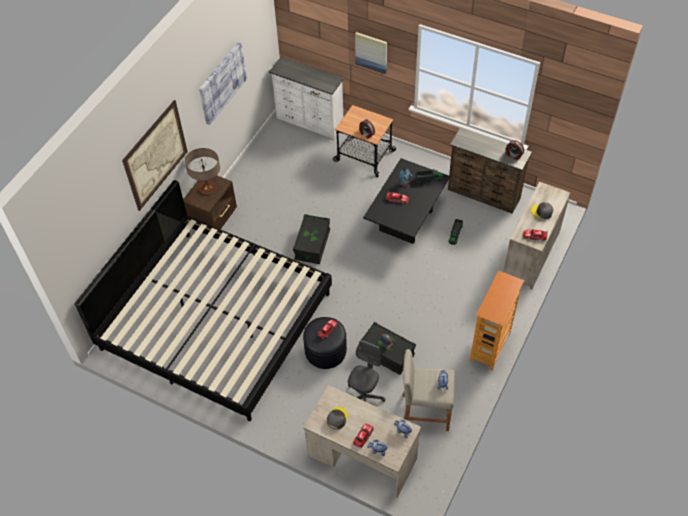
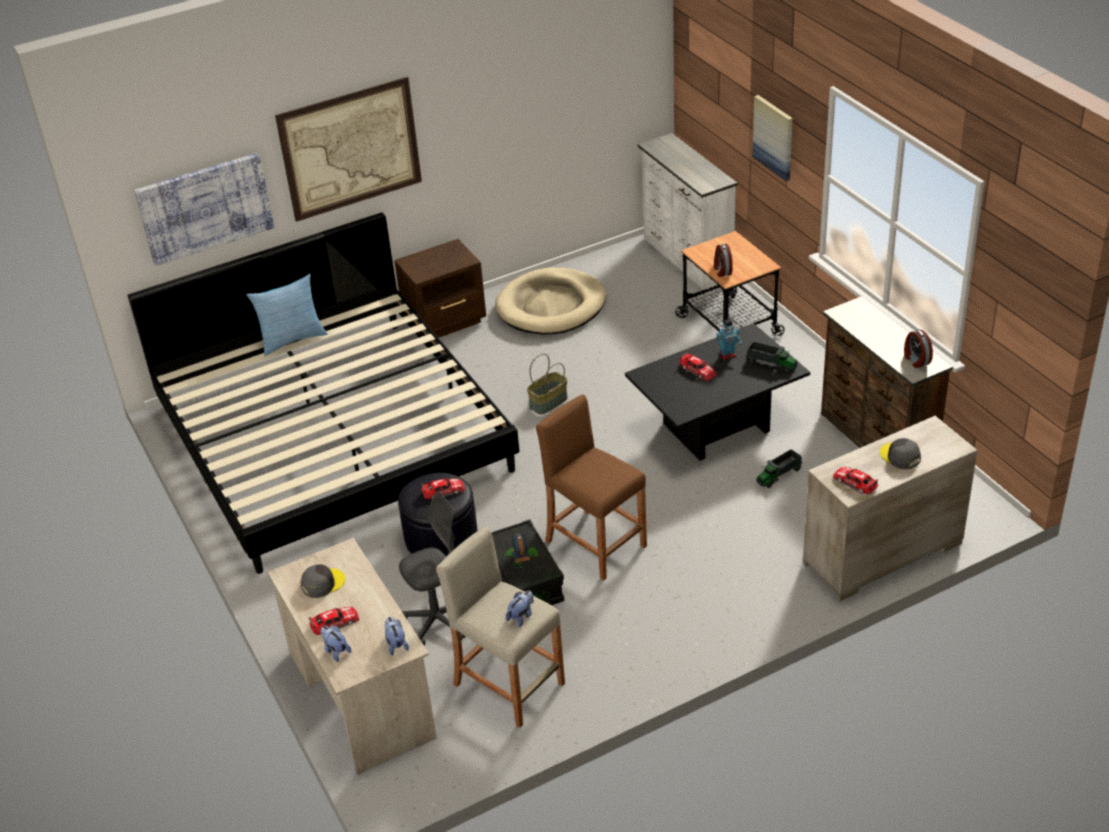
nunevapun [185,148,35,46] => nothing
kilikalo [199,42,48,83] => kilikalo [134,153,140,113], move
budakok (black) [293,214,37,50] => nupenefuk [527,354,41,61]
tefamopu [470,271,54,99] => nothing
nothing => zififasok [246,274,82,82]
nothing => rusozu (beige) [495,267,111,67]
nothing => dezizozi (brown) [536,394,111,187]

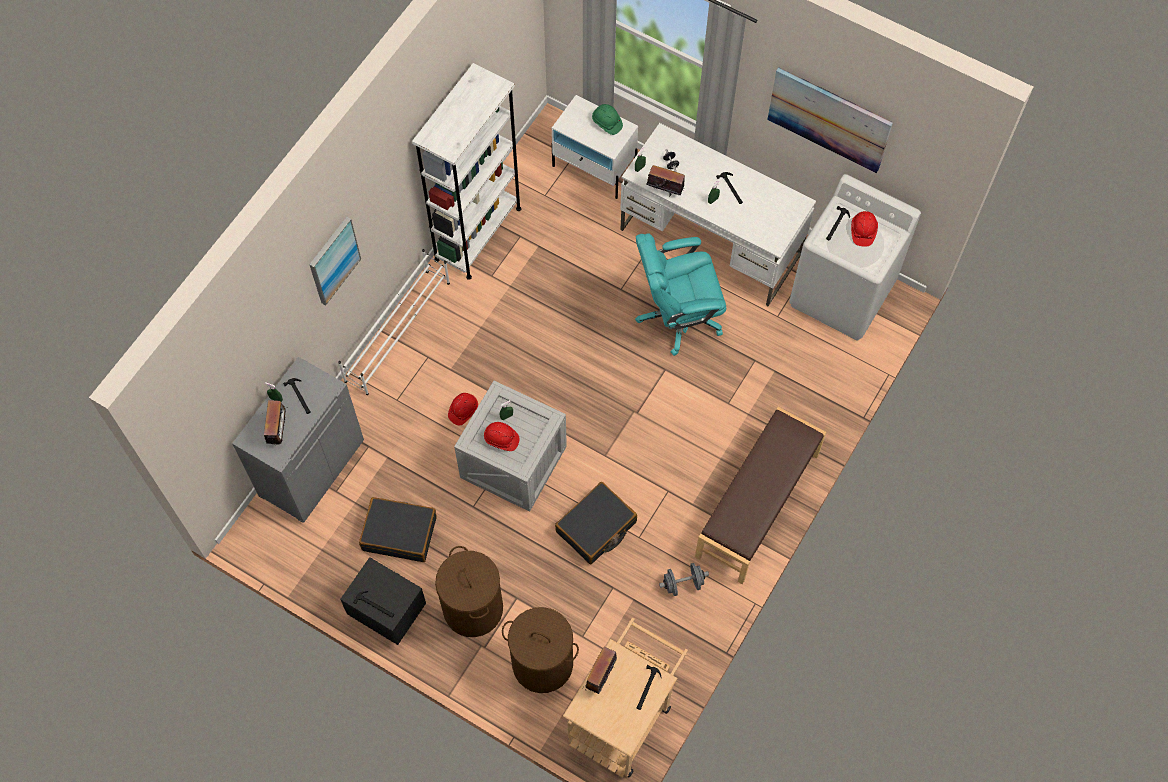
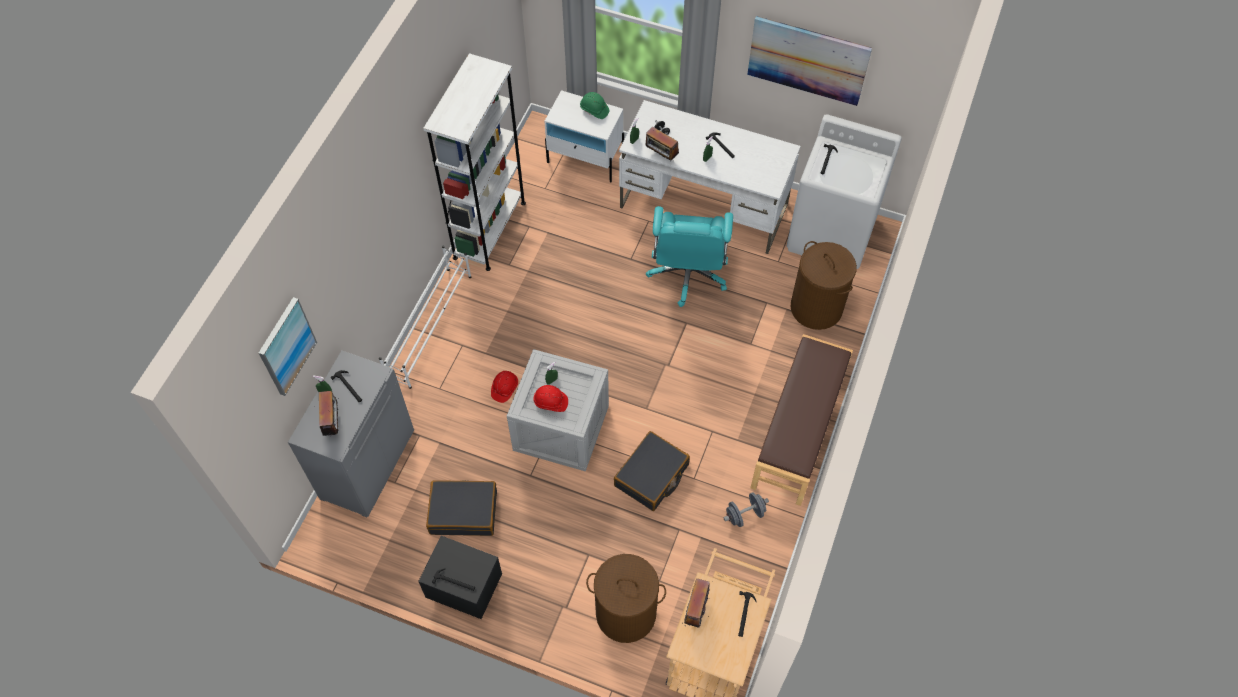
kilikalo [309,217,52,88] => kilikalo [259,297,58,99], move
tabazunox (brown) [435,546,68,91] => tabazunox (brown) [791,241,66,89], move
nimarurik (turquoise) [635,233,91,123] => nimarurik (turquoise) [646,206,87,101], 60 degrees counterclockwise
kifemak [646,165,39,31] => kifemak [645,127,34,35], 150 degrees counterclockwise
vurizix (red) [851,211,27,35] => nothing

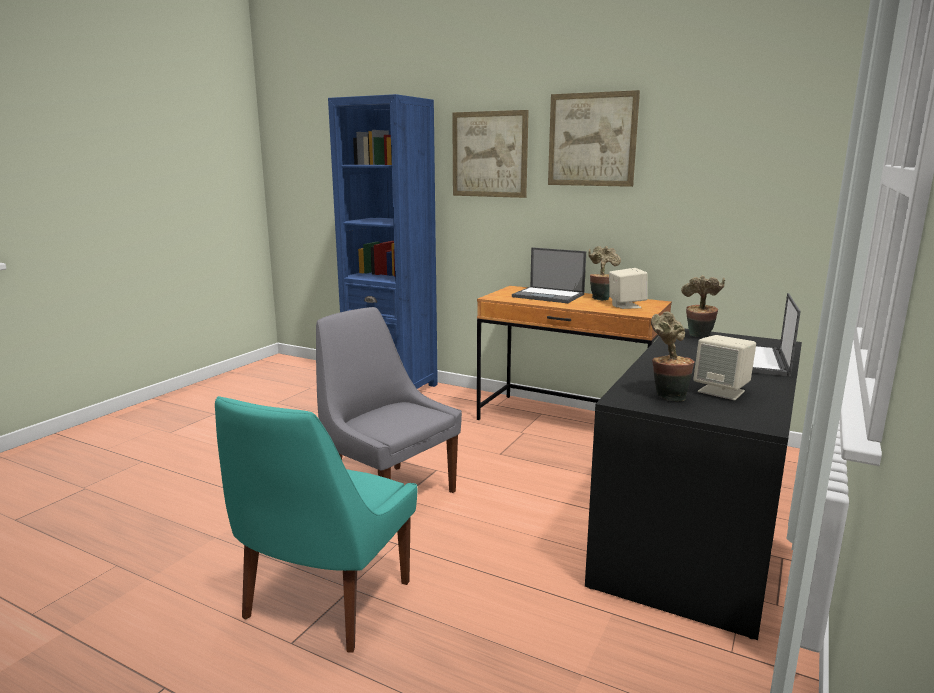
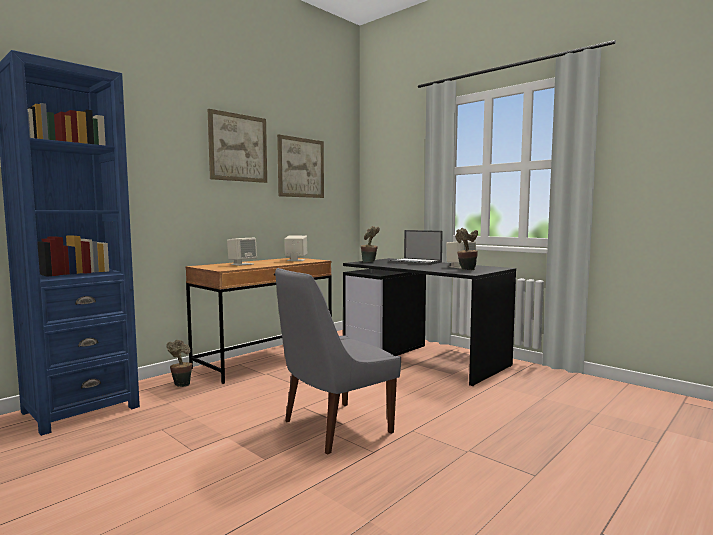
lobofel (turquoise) [215,396,202,257] => nothing
kilikalo [452,110,77,88] => kilikalo [277,134,47,64], move
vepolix [512,247,74,56] => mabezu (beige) [227,238,30,28]
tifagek [588,246,33,55] => tifagek [166,340,26,47], move

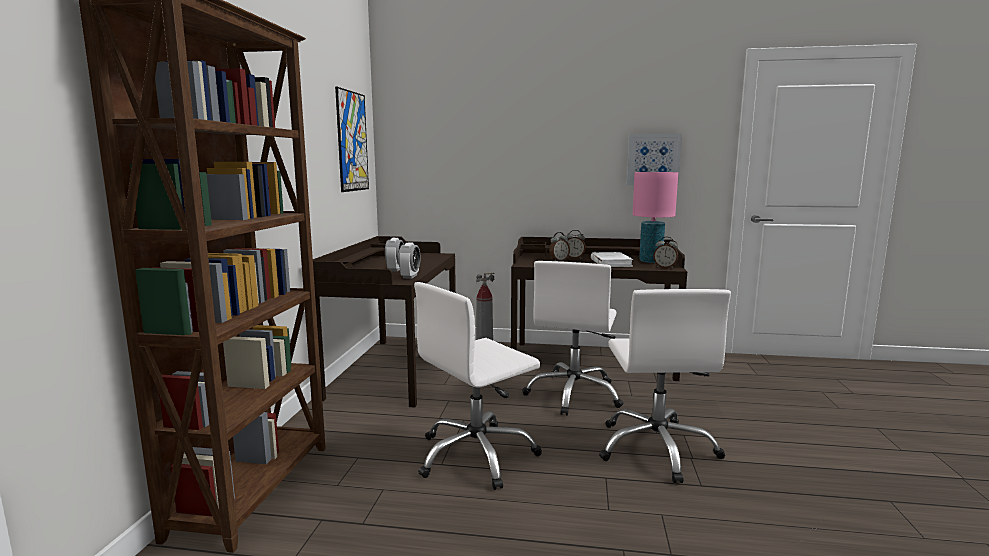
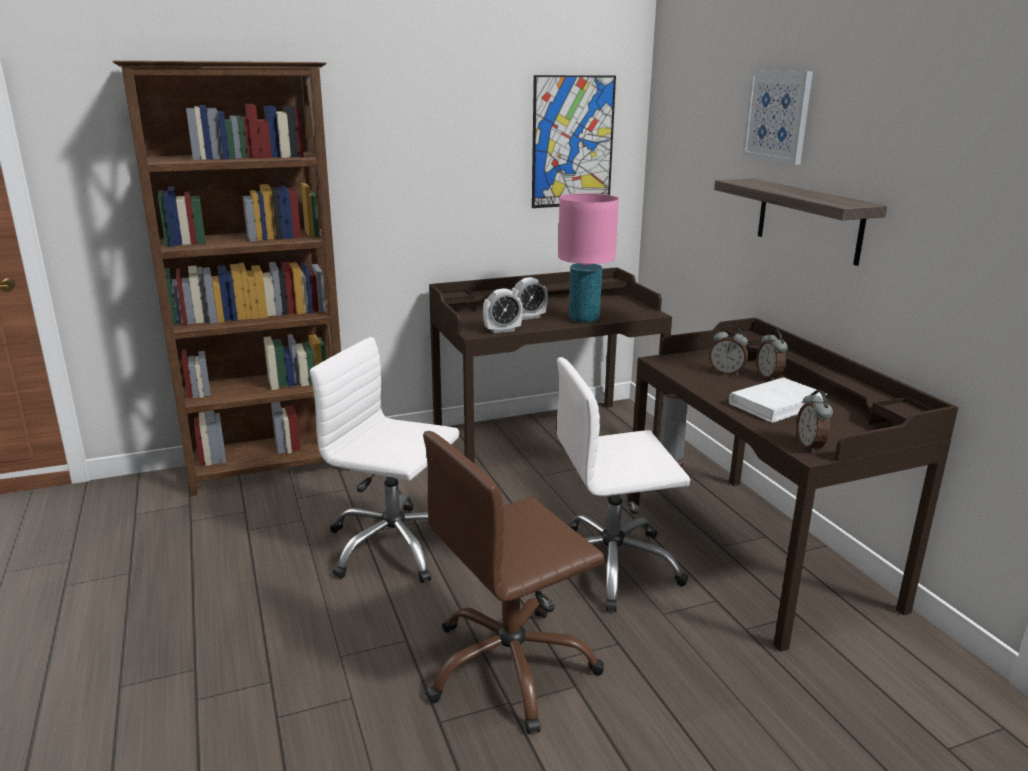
nimarurik (white) [599,289,132,194] => nimarurik (brown) [423,431,182,303]
kilikalo [627,134,55,52] => kilikalo [742,70,71,95], move
nunevapun (pink) [633,172,45,91] => nunevapun (pink) [558,193,61,130], move
nothing => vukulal [714,178,173,88]

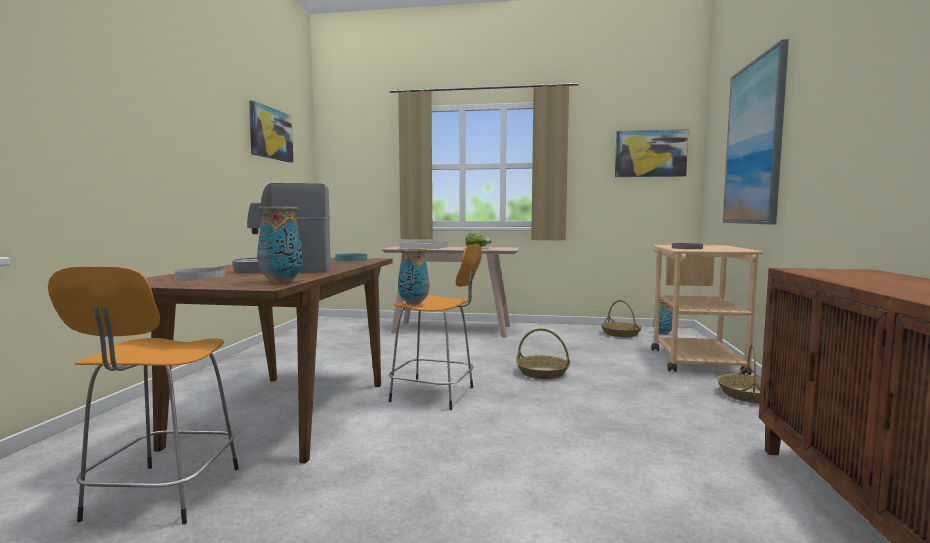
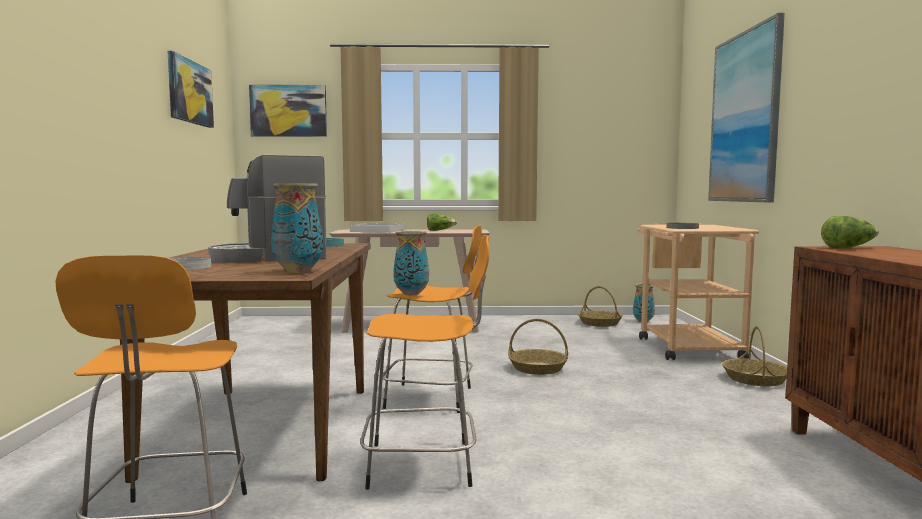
kilikalo [615,129,73,48] => kilikalo [249,85,78,52], move
nothing => dezizozi (orange) [360,235,130,255]
nothing => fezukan [821,216,58,32]

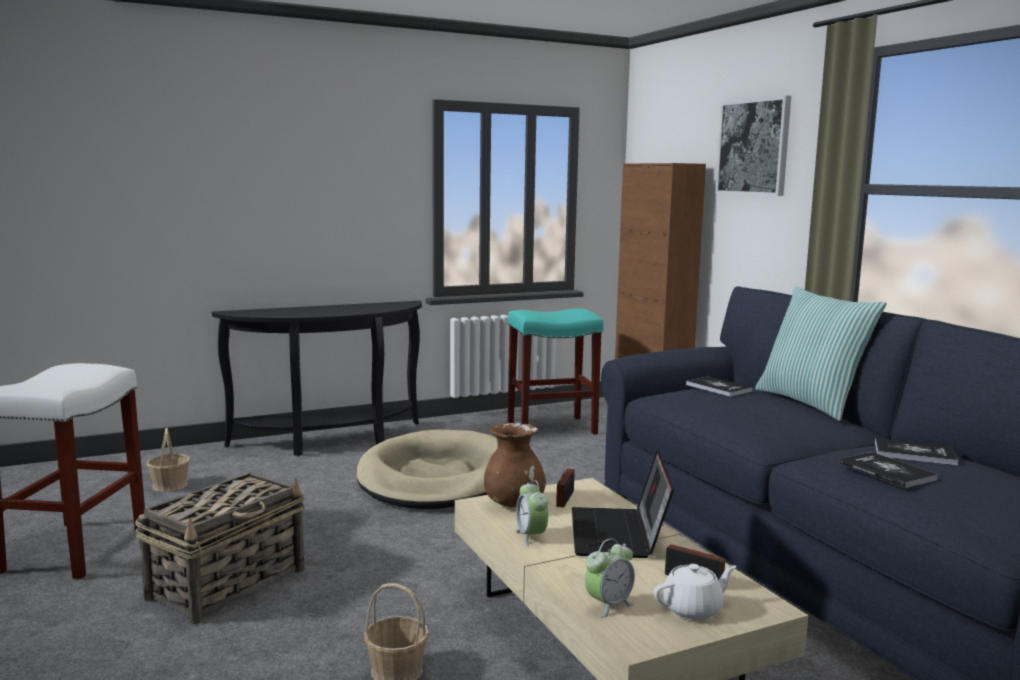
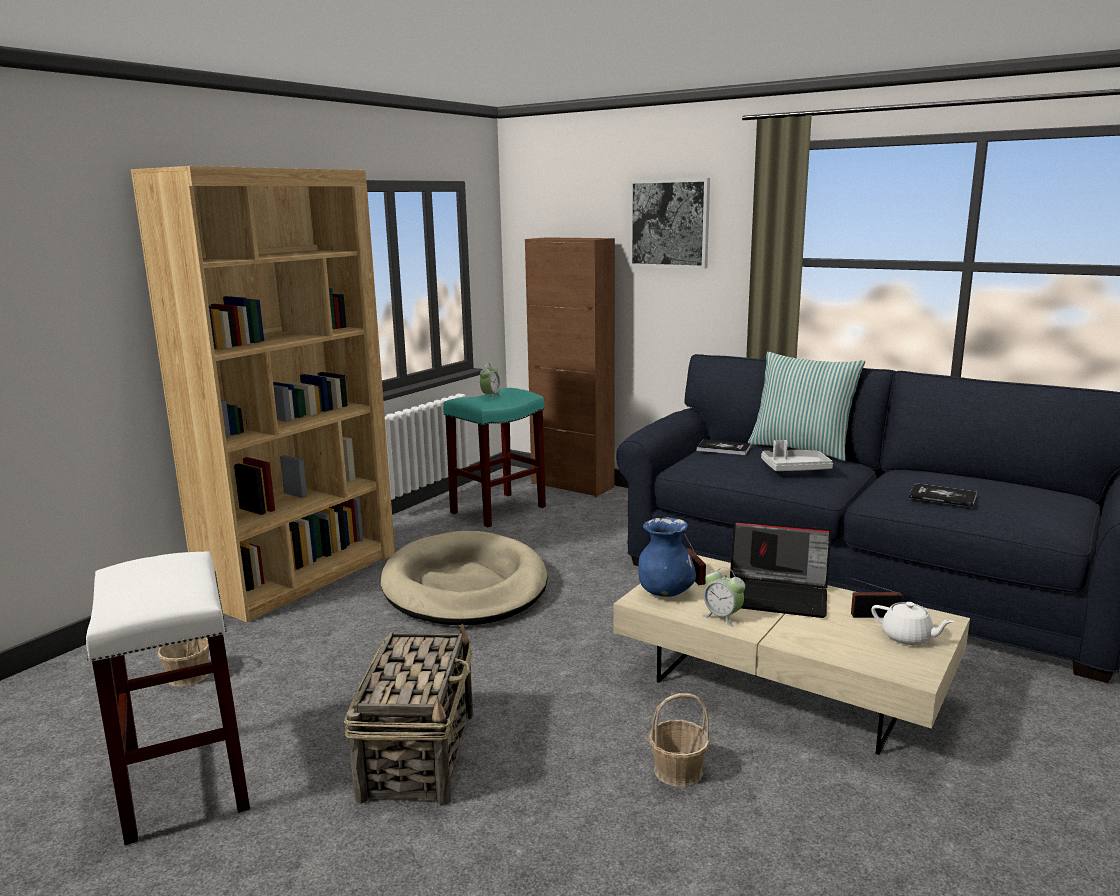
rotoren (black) [212,301,210,155] => tefamopu (brown) [131,166,264,457]
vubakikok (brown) [484,422,62,85] => vubakikok (blue) [638,517,58,80]
vepolix [572,450,102,108] => vepolix [730,521,101,97], 45 degrees counterclockwise
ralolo [585,538,50,80] => ralolo [480,363,21,36], move
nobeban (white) [654,564,82,56] => nobeban (white) [871,602,83,43], 90 degrees clockwise
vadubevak [875,438,84,28] => nothing
nothing => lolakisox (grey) [761,440,72,31]

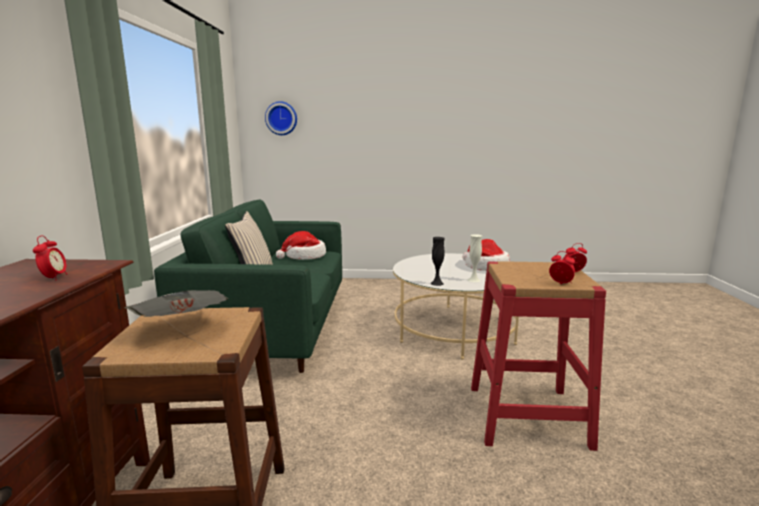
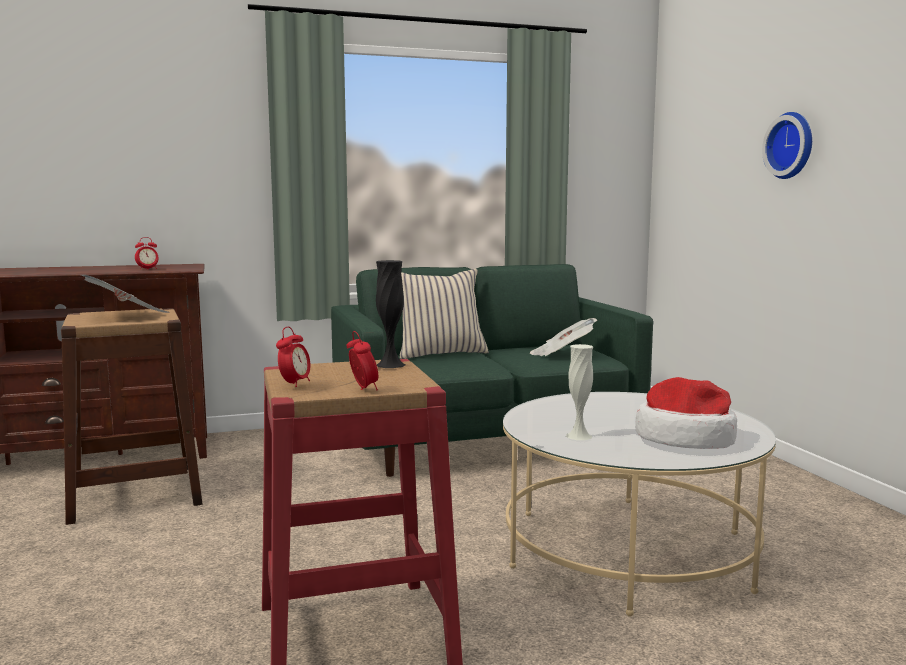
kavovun [265,101,32,34] => kavovun [762,112,50,67], move
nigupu [276,231,50,29] => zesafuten [530,318,67,38]
vubakikok (black) [430,237,15,49] => vubakikok (black) [376,260,29,108], move

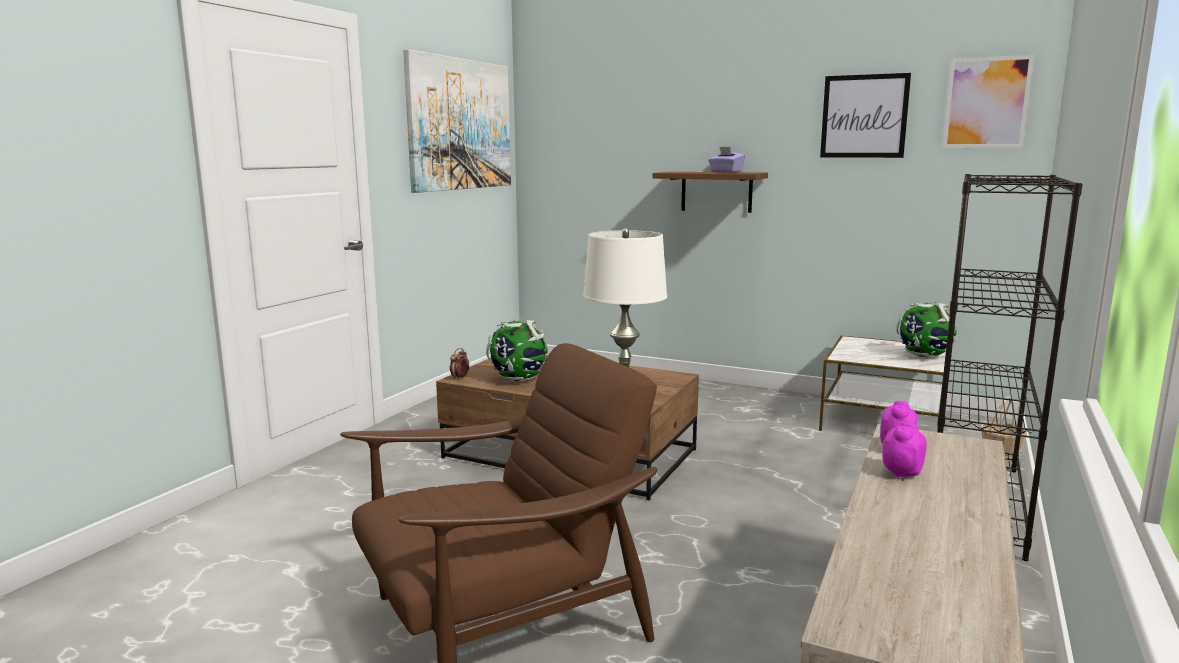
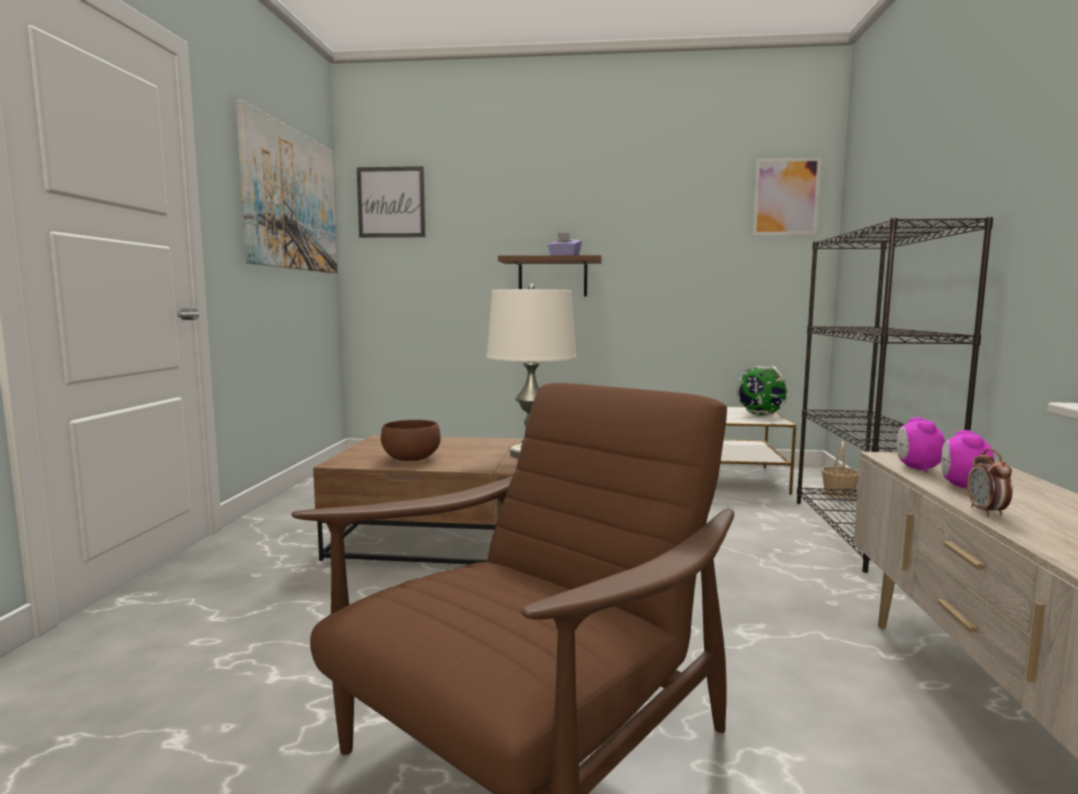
ralolo [450,348,19,32] => ralolo [967,449,46,67], move
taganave [486,319,62,63] => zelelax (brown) [381,420,60,41]
kilikalo [820,73,91,85] => kilikalo [357,166,68,72], move

